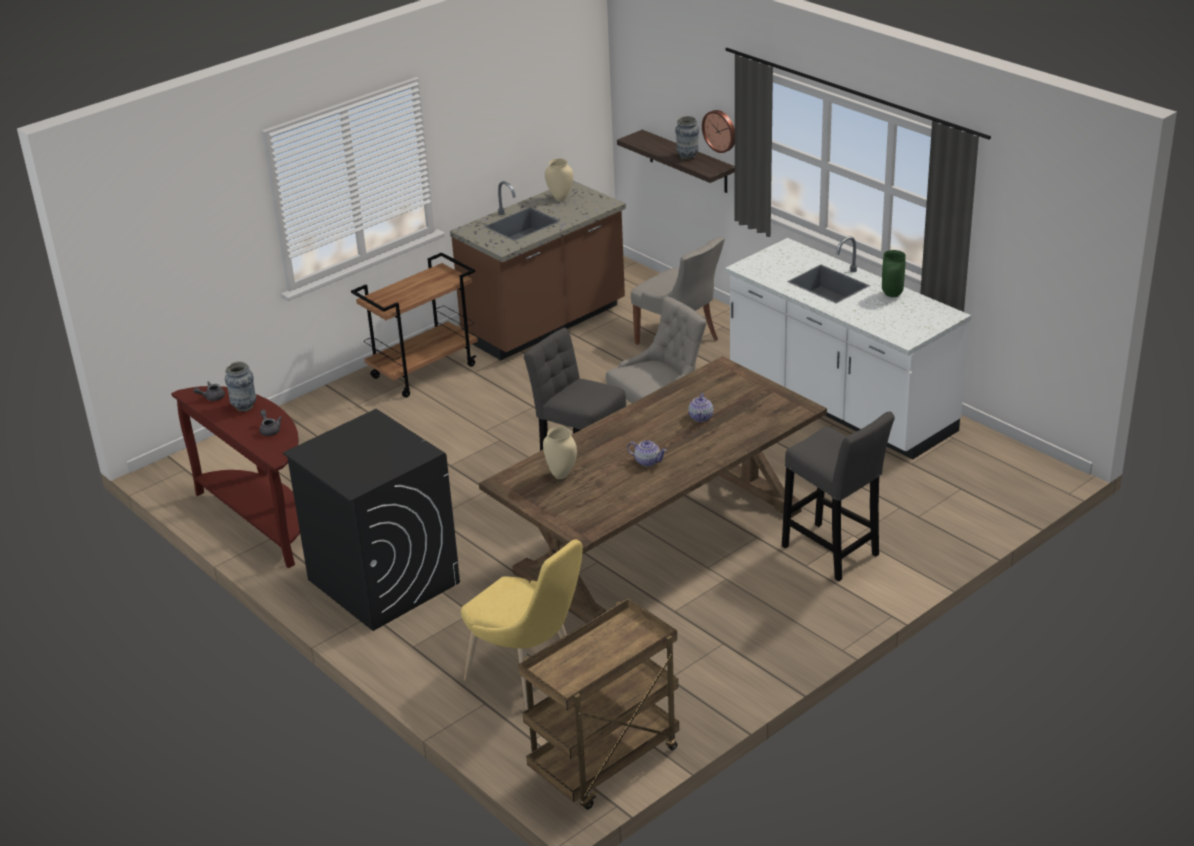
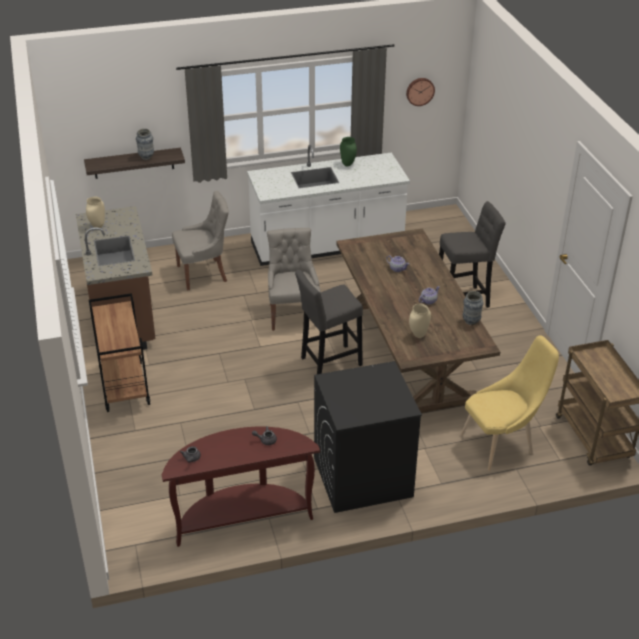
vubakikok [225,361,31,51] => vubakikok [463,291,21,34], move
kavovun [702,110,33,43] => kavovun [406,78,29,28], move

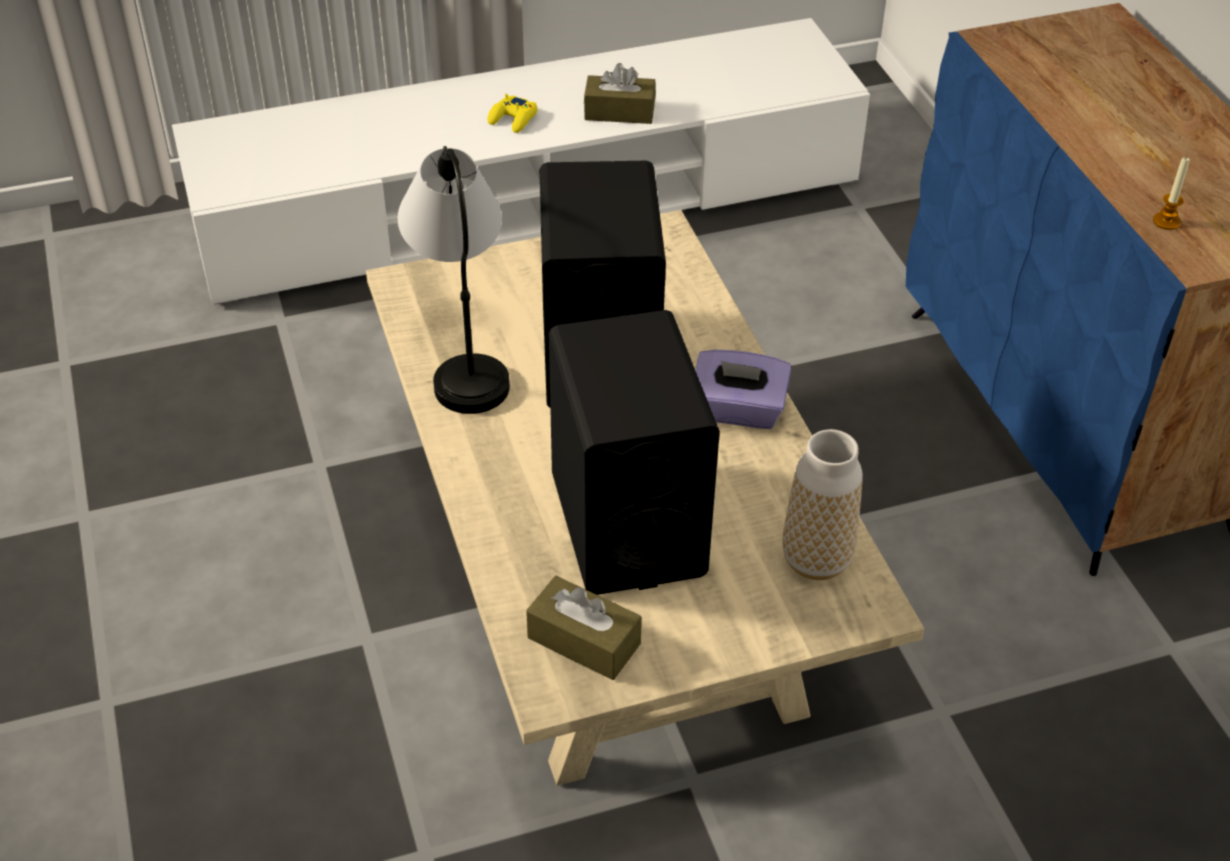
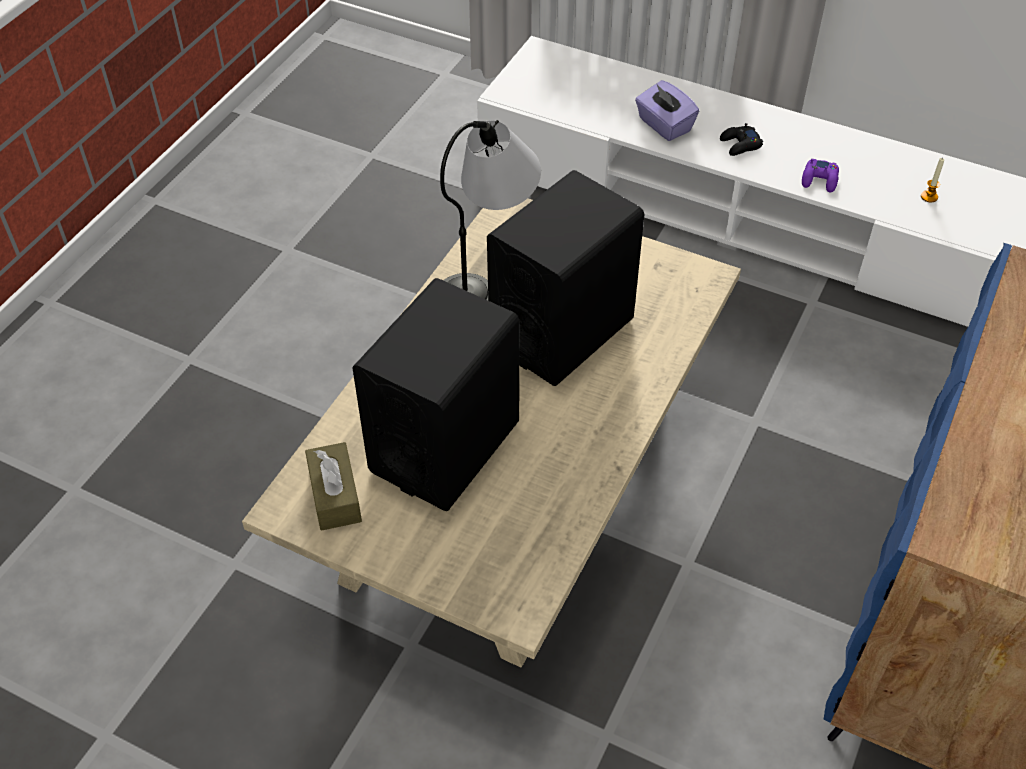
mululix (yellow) [488,94,50,39] => mululix (black) [720,123,43,33]
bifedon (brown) [584,63,72,61] => mululix (purple) [802,159,37,34]
bifedon (purple) [695,350,96,79] => bifedon (purple) [635,80,64,61], move
vubakikok [782,429,81,151] => nothing
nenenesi [1153,156,37,74] => nenenesi [921,158,23,45], move

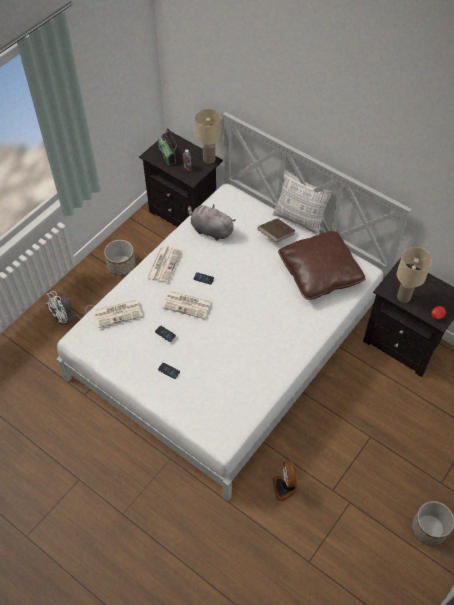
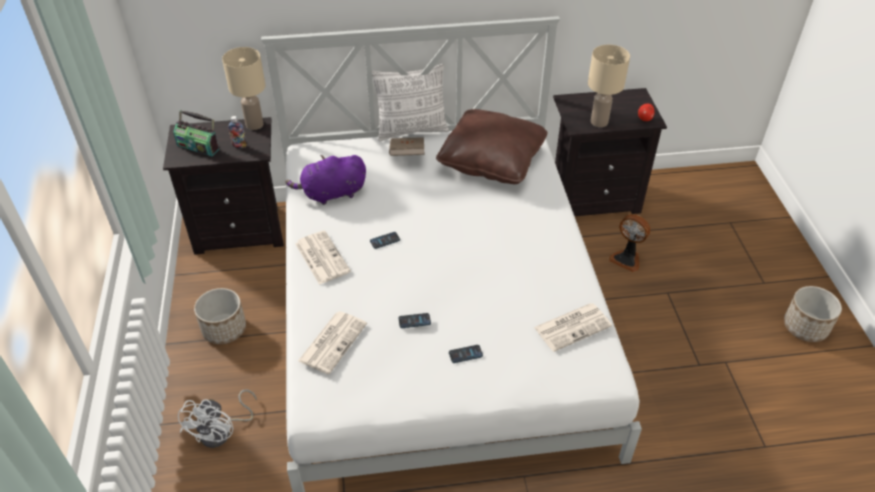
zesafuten [162,291,49,28] => zesafuten [534,303,78,49], move
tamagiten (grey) [188,204,48,37] => tamagiten (purple) [285,155,81,50]
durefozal [273,461,25,41] => durefozal [608,214,42,58], move

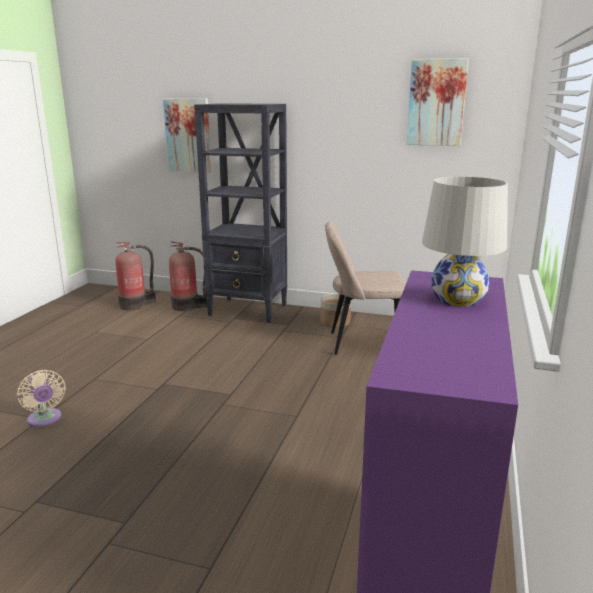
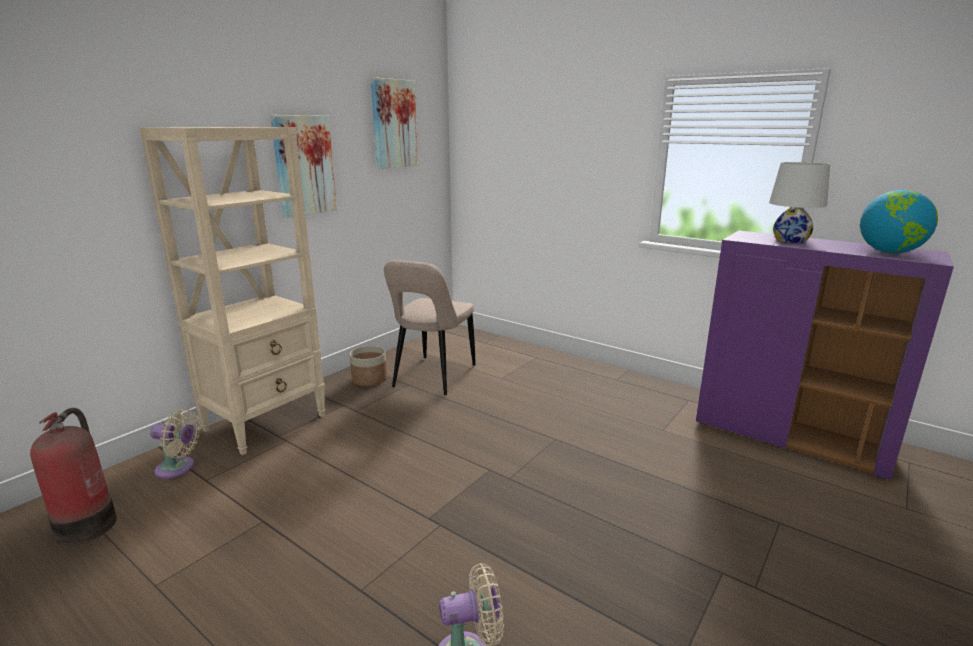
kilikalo [163,98,48,75] => kilikalo [270,115,67,103], move
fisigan [169,241,38,70] => durefozal (beige) [150,409,51,70]
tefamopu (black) [194,103,93,220] => tefamopu (beige) [139,127,187,328]
nothing => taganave [860,190,78,63]

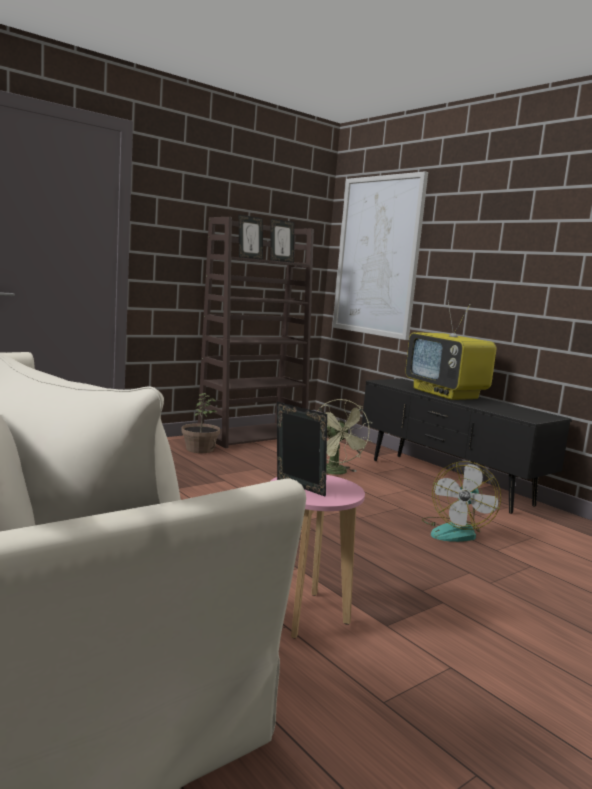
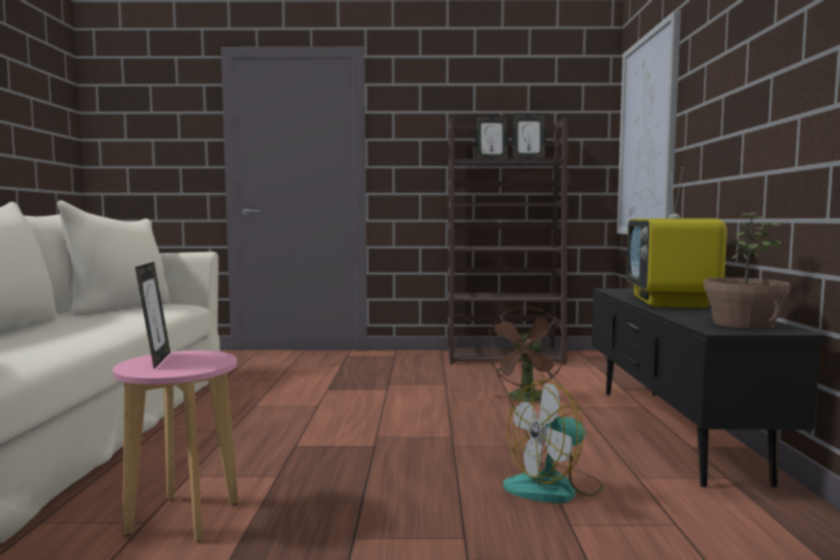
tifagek [182,393,38,60] => tifagek [704,212,86,117], move
durefozal (green) [317,399,55,76] => durefozal (brown) [485,306,81,96]

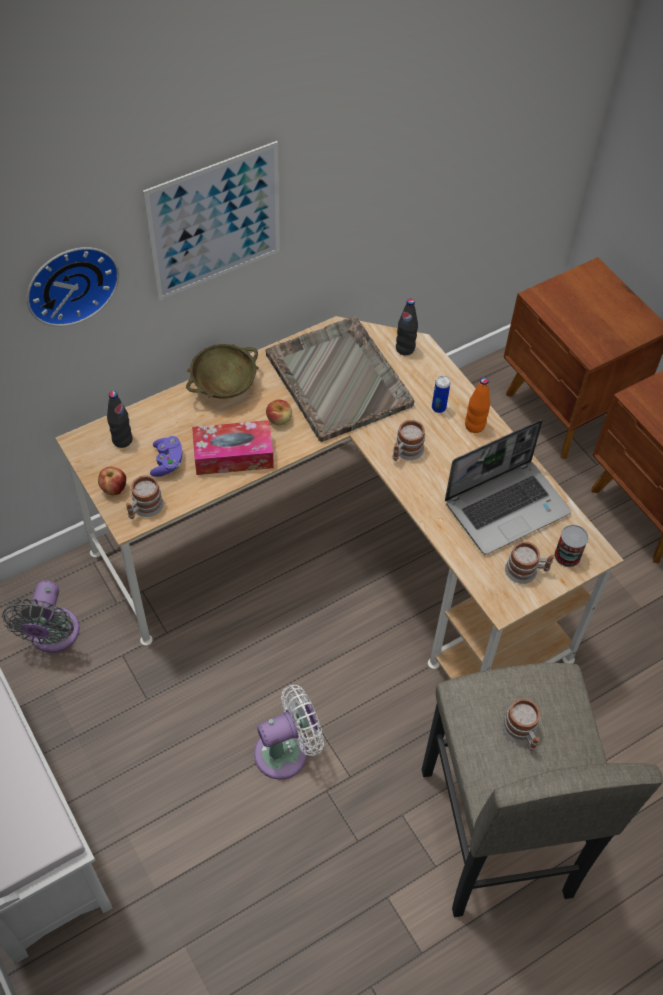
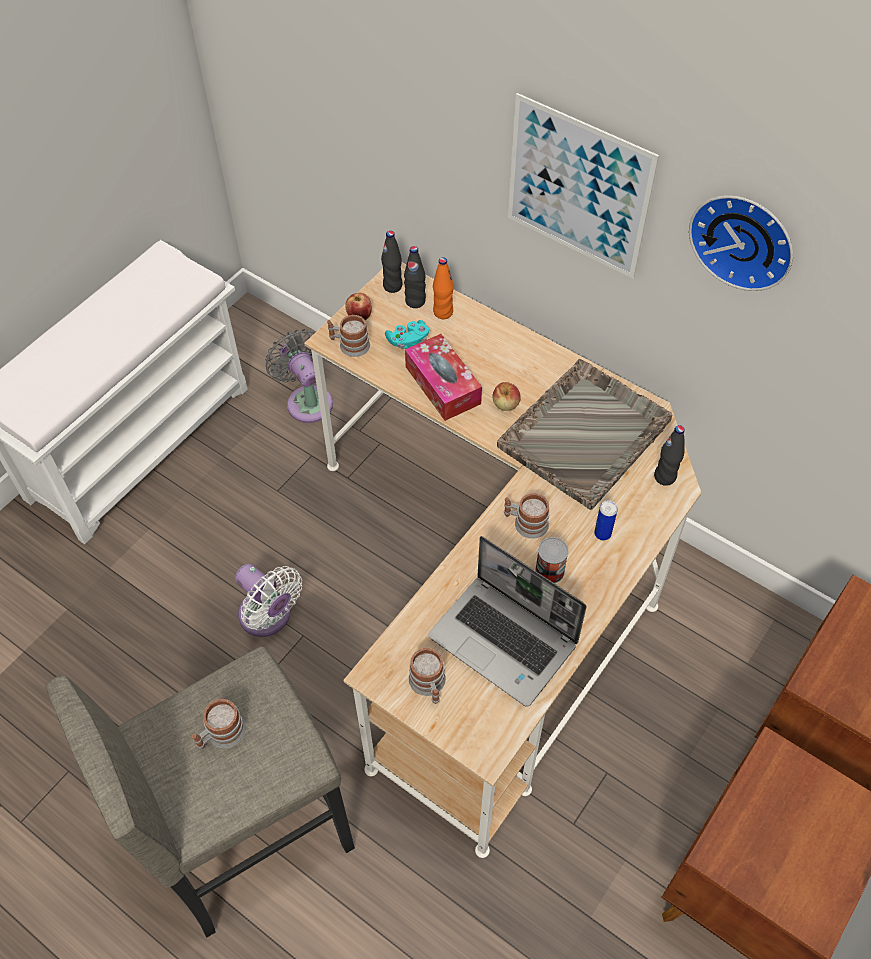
durefozal (grey) [2,580,78,73] => durefozal (grey) [265,329,68,94], 75 degrees clockwise
kavovun [27,247,92,80] => kavovun [689,195,104,96], move
mululix (purple) [150,436,32,41] => mululix (turquoise) [385,320,44,29]
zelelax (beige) [186,344,73,55] => nothing
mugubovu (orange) [465,377,25,56] => mugubovu (orange) [433,257,21,62], move
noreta [554,525,34,42] => noreta [535,537,34,46], move
nothing => mugubovu (black) [381,231,21,62]

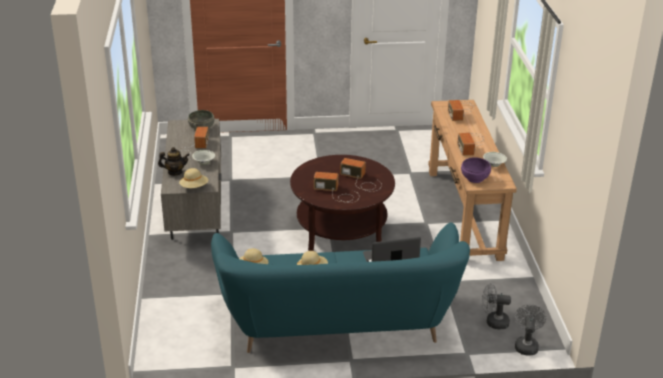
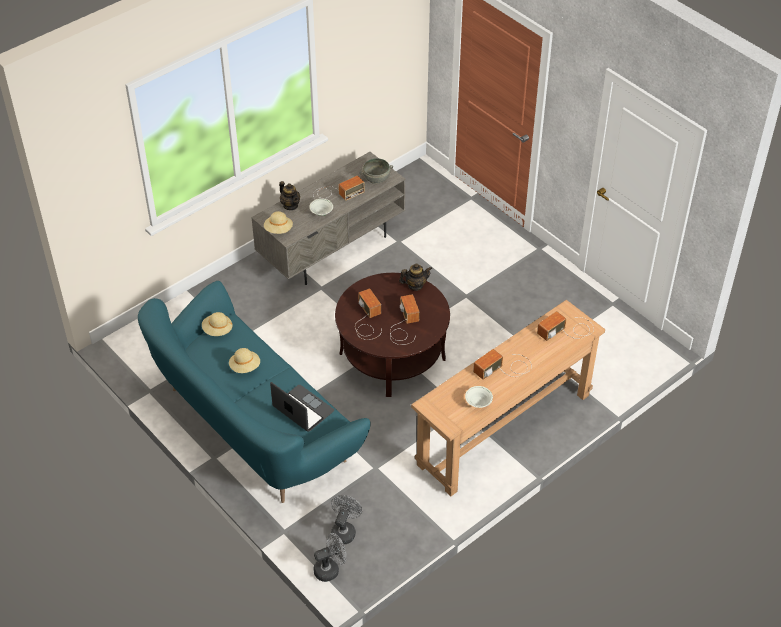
zelelax (purple) [461,157,30,26] => nothing
durefozal (grey) [482,283,29,46] => durefozal (grey) [331,495,31,49], 45 degrees clockwise
nothing => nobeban [399,263,33,28]

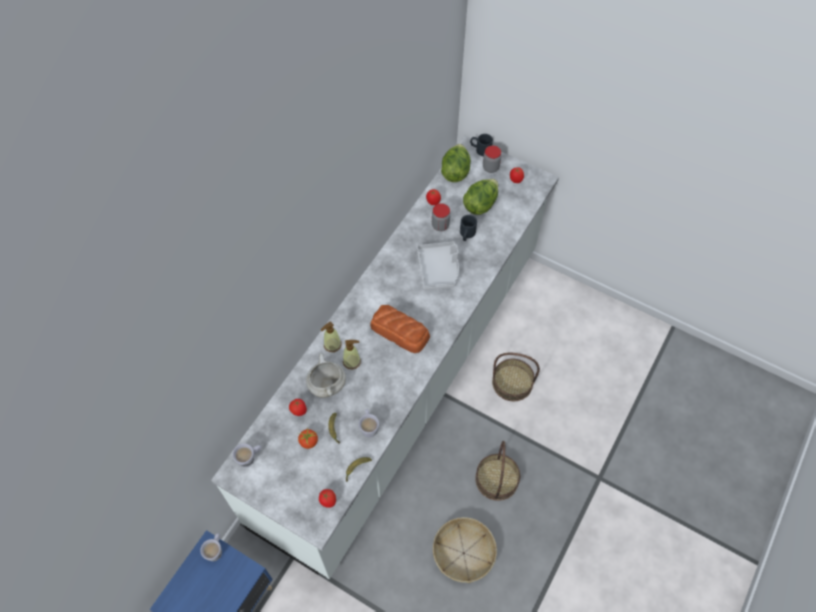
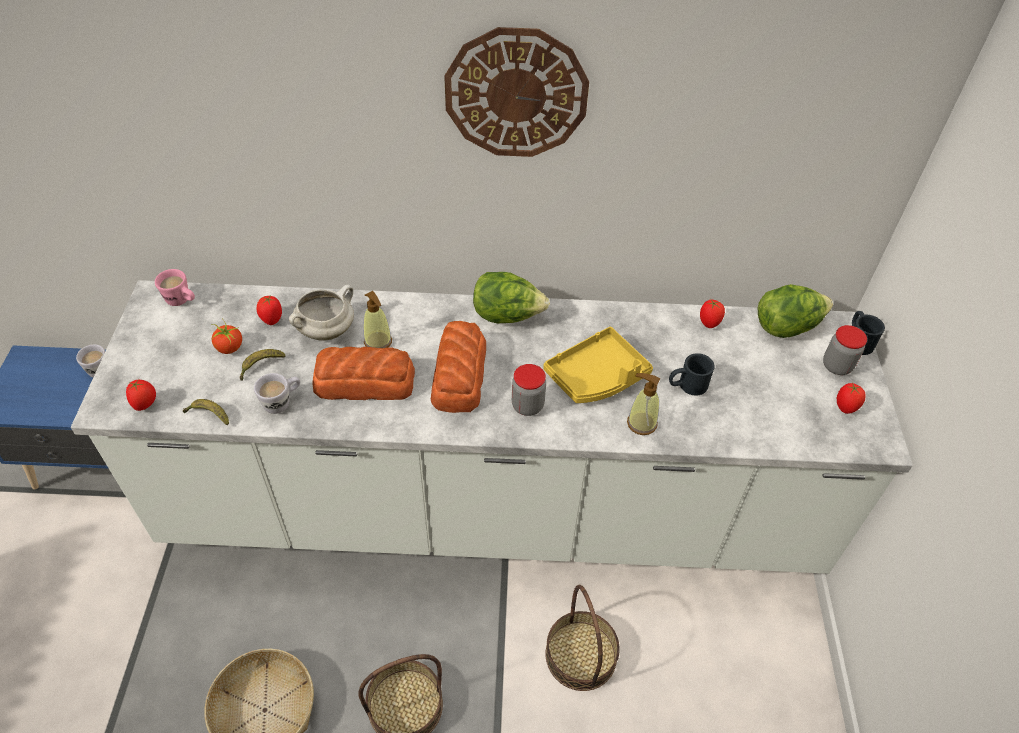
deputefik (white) [232,443,29,24] => deputefik (pink) [155,269,40,37]
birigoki [321,321,20,31] => birigoki [627,373,33,62], move
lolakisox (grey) [417,242,42,49] => lolakisox (yellow) [543,327,110,76]
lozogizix [432,203,18,28] => lozogizix [512,364,34,52], move
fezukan [463,179,35,36] => fezukan [473,272,77,51], move
nothing => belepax [312,347,103,53]
nothing => kavovun [444,27,145,130]

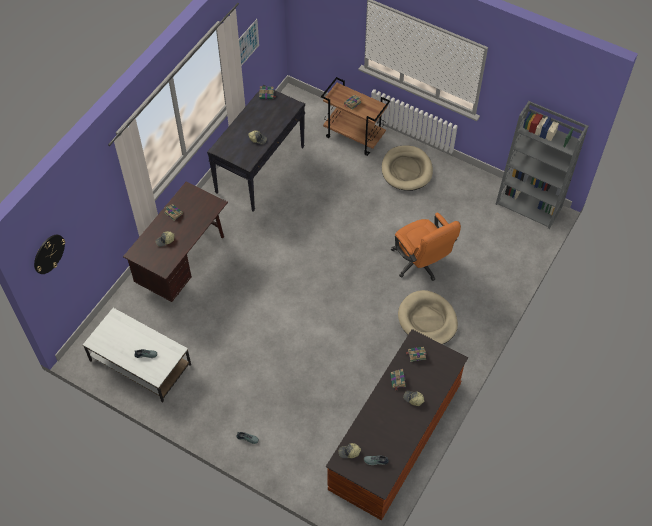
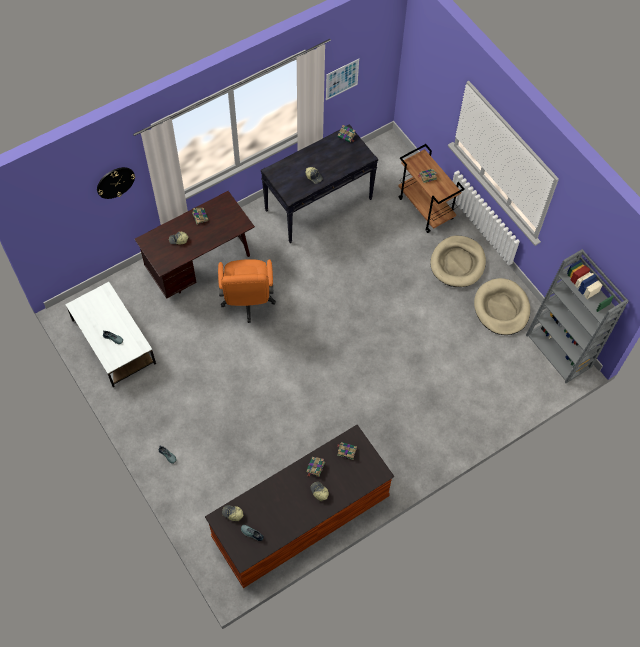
kavovun [34,235,31,39] => kavovun [97,167,38,32], move
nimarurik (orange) [391,213,70,68] => nimarurik (orange) [218,259,58,64], move
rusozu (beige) [398,290,60,54] => rusozu (beige) [474,278,56,57], move

